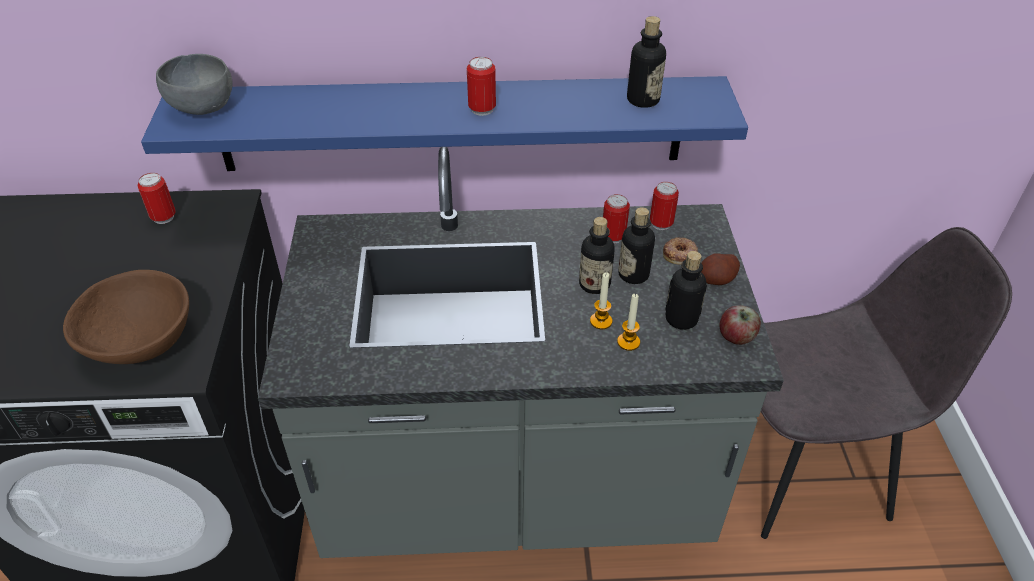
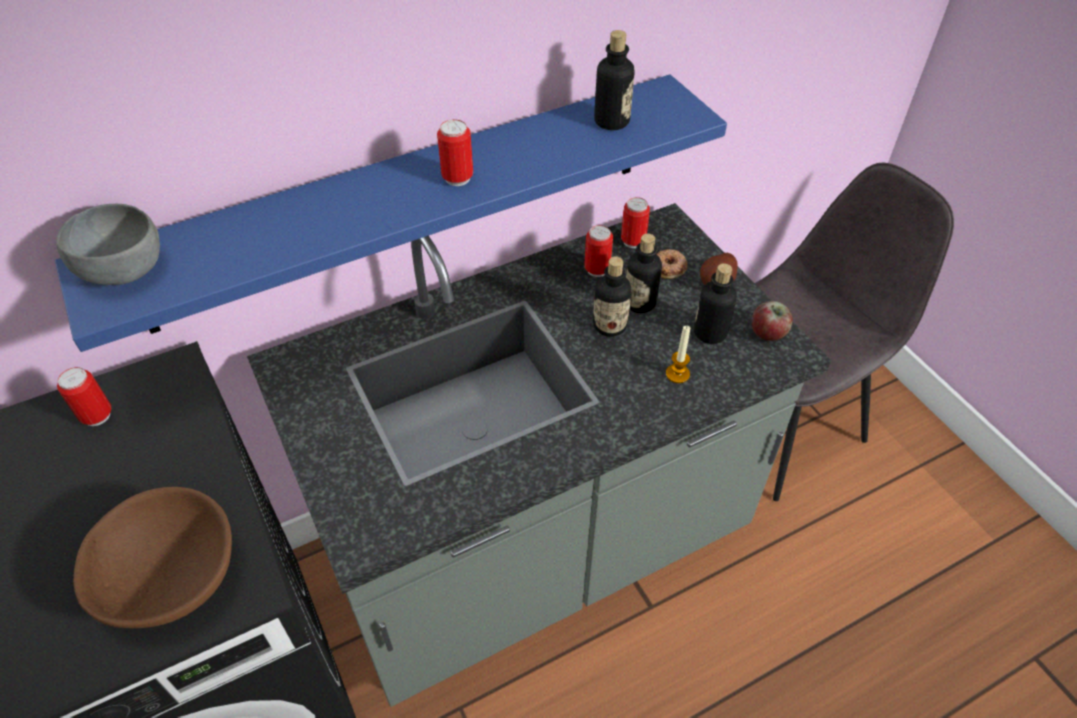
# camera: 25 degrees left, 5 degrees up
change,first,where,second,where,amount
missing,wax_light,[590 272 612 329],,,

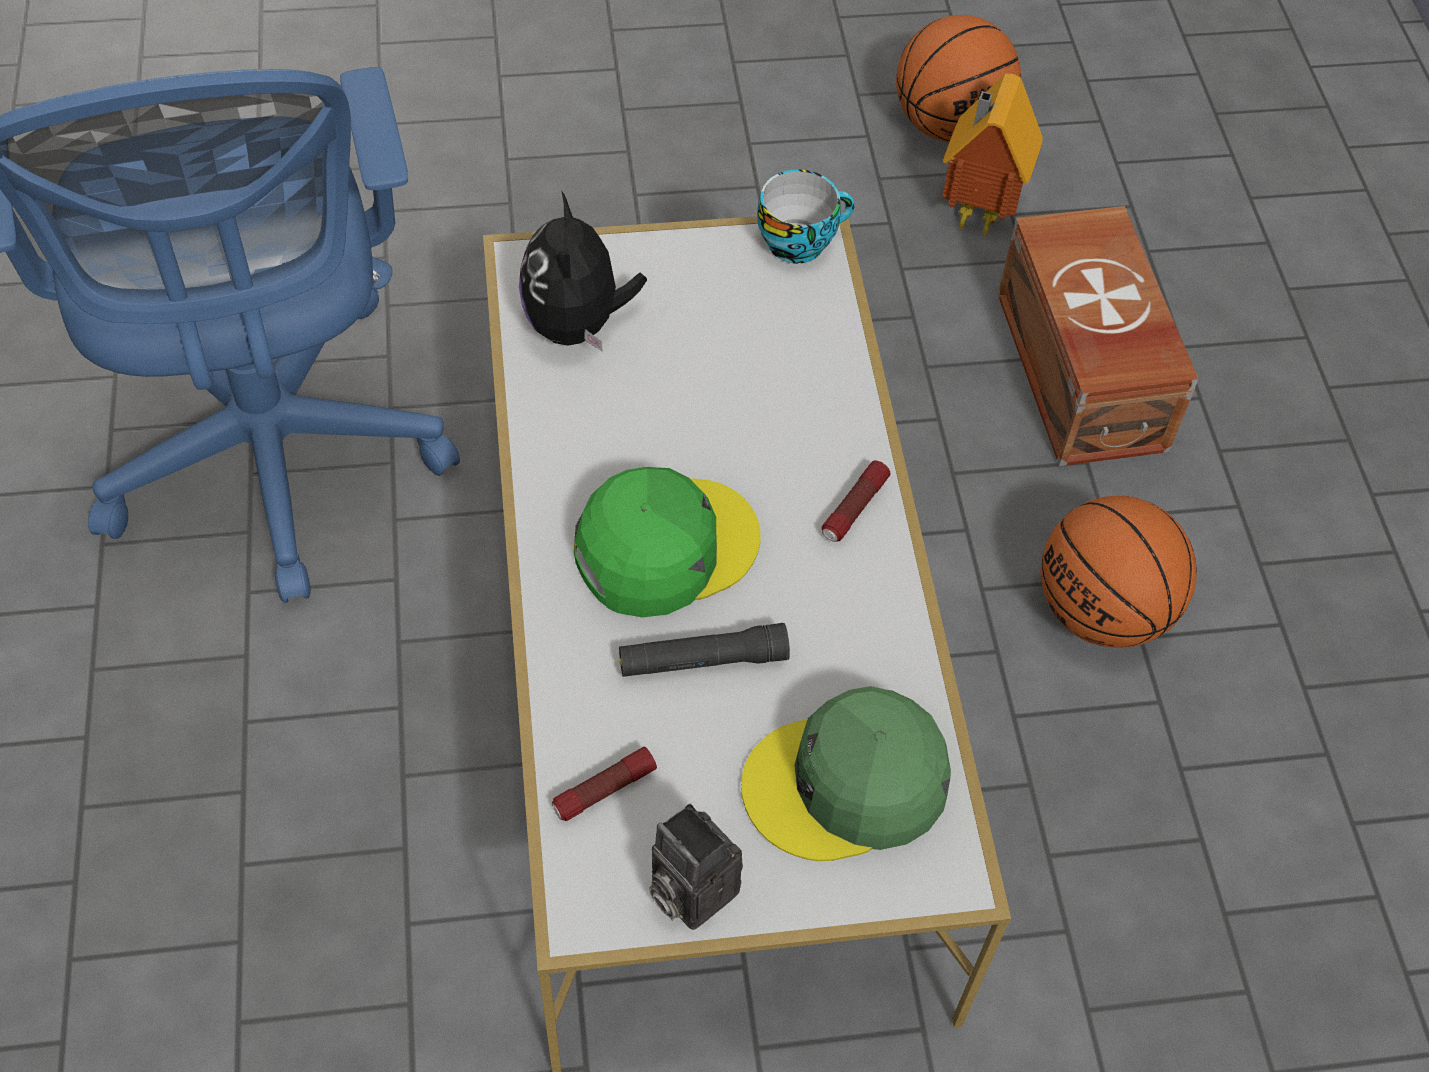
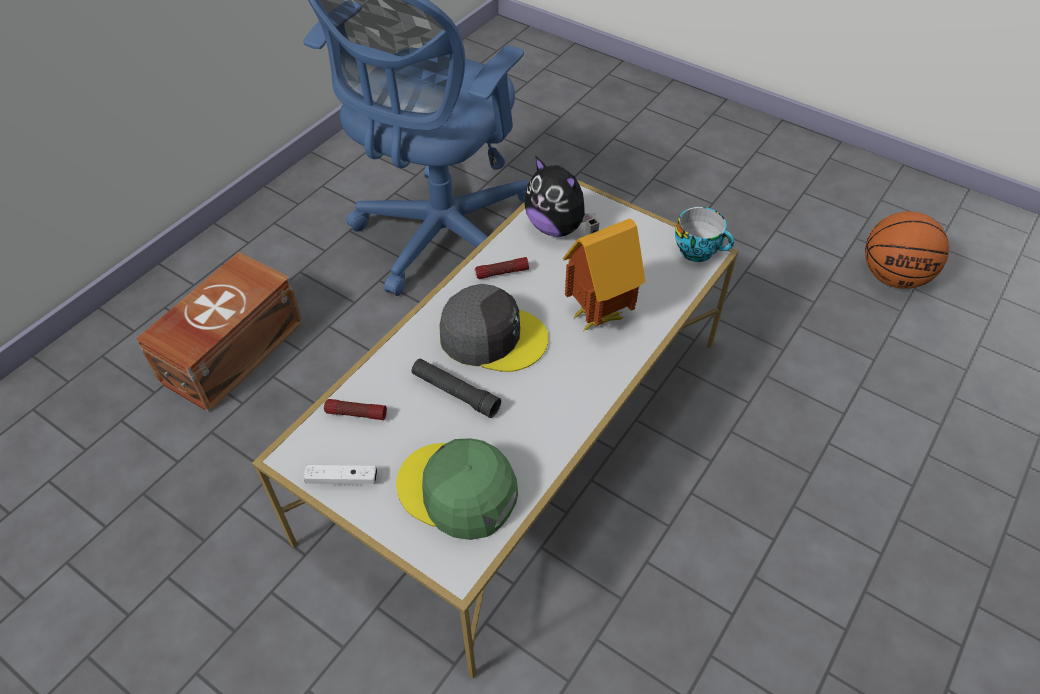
# camera: 45 degrees right, 5 degrees down
change,first,where,second,where,amount
missing,ball_for_basketball,[1040 496 1197 648],,,
relocated,torch,[822 460 891 542],,[475 257 529 279],
relocated,toy_house,[942 74 1043 236],,[563 218 645 331],
relocated,brown_storage_container,[998 206 1199 466],,[136 252 303 412],
exchanged,still_camera,[649 804 743 930],white_joypad,[303 465 377 485],
colour,green-coloured_baseball_cap,[574 467 761 618],grey_baseball_cap,[439 284 549 372],
spun,plush_toy,[519 190 647 352],,[524 156 596 237],90 degrees counterclockwise

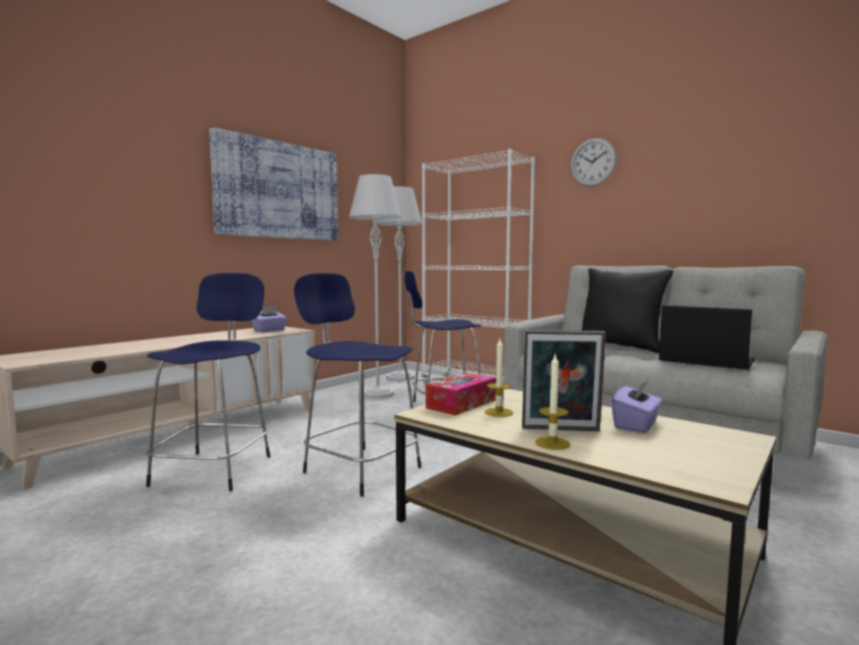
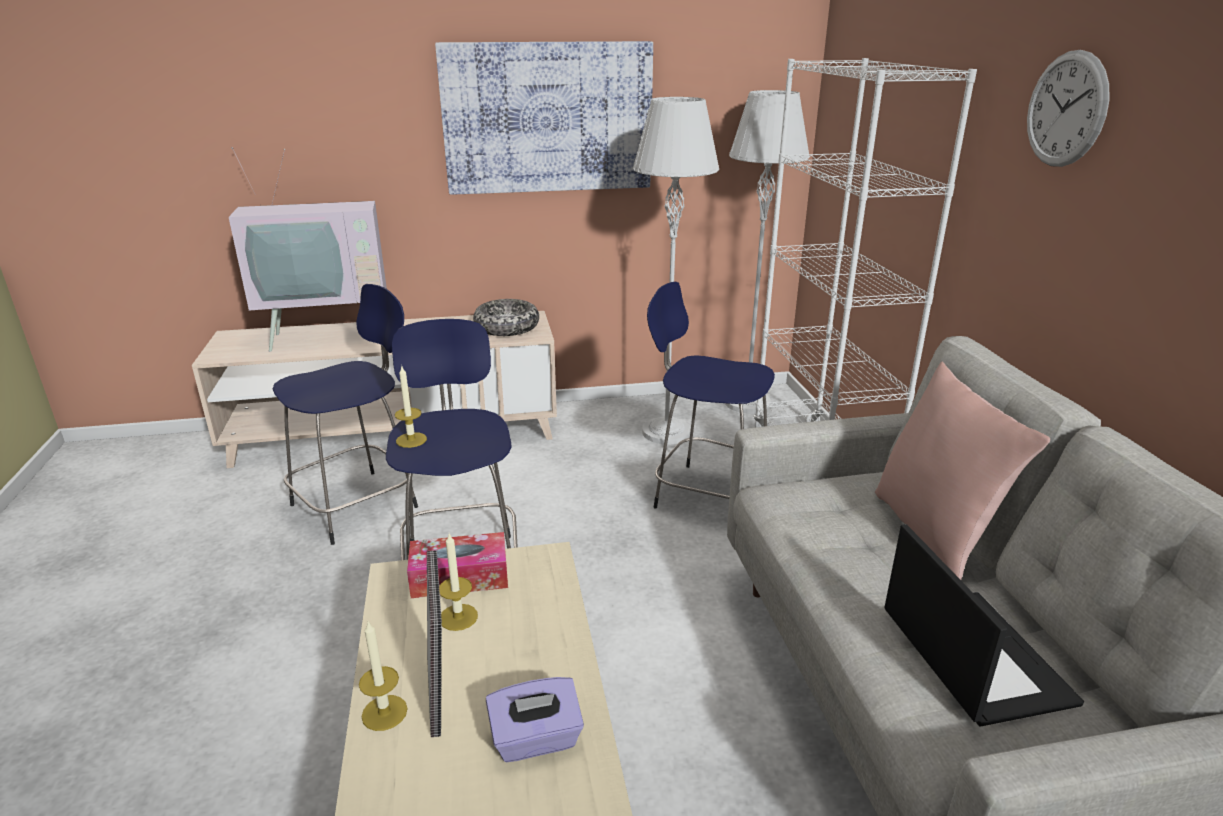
# camera: 40 degrees right, 20 degrees up
change,first,where,second,where,amount
appeared,,,television,[229 147 387 352],
appeared,,,wax_light,[395 366 427 448],
exchanged,purple_tissue_box,[251 306 287 332],deep_dish,[473 299 539 336],
colour,black_cushion,[581 268 673 353],pinkish_cushion,[875 361 1050 580],
spun,photo_frame,[522 330 606 431],,[427 550 442 737],150 degrees counterclockwise

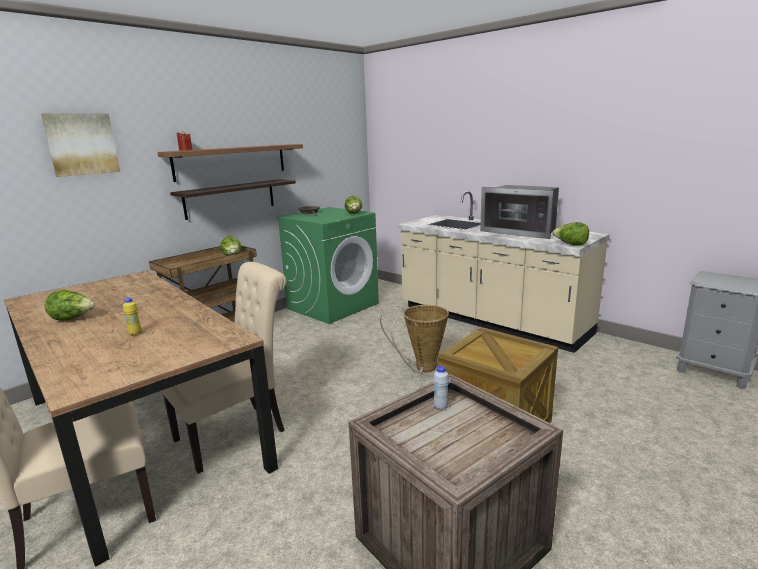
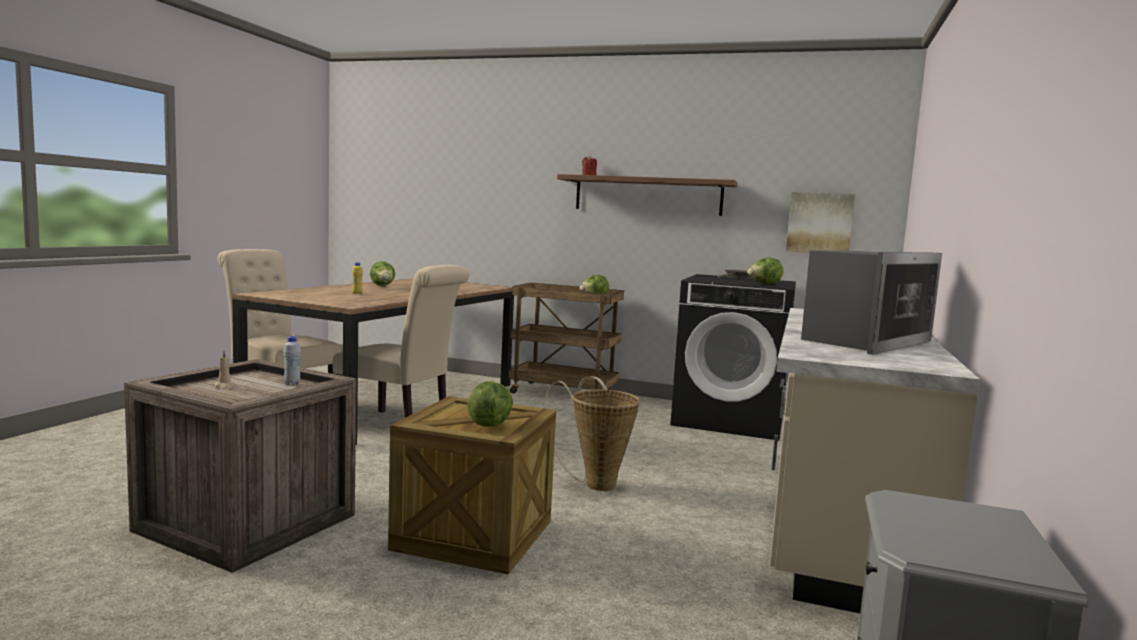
# camera: 65 degrees right, 10 degrees down
change,first,where,second,where,amount
missing,shelf,[170 179 296 220],,,
appeared,,,sand-coloured_wax_light,[214 351 235 389],
relocated,picture,[41 113 120 177],,[786 192 855 253],
relocated,head_of_lettuce,[552 222 589 246],,[467 381 513 427],
colour,green-coloured_washing_machine,[277 207 379 324],black_washing_machine,[670 274 796 441],
spun,microwave,[480 185 559 239],,[801 250 942 355],150 degrees counterclockwise

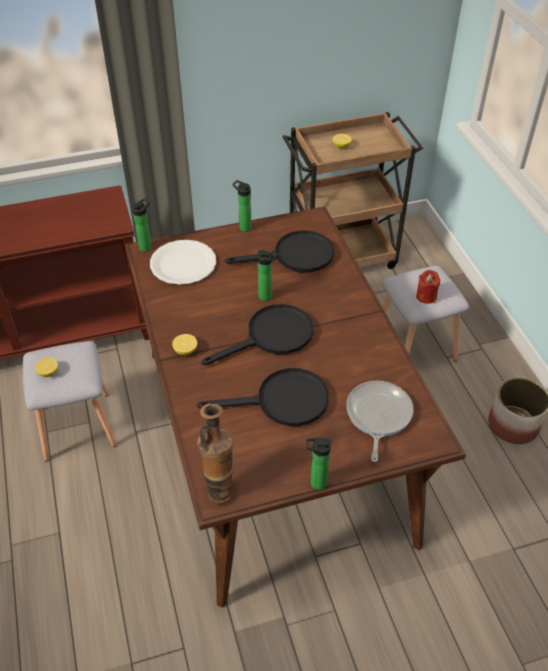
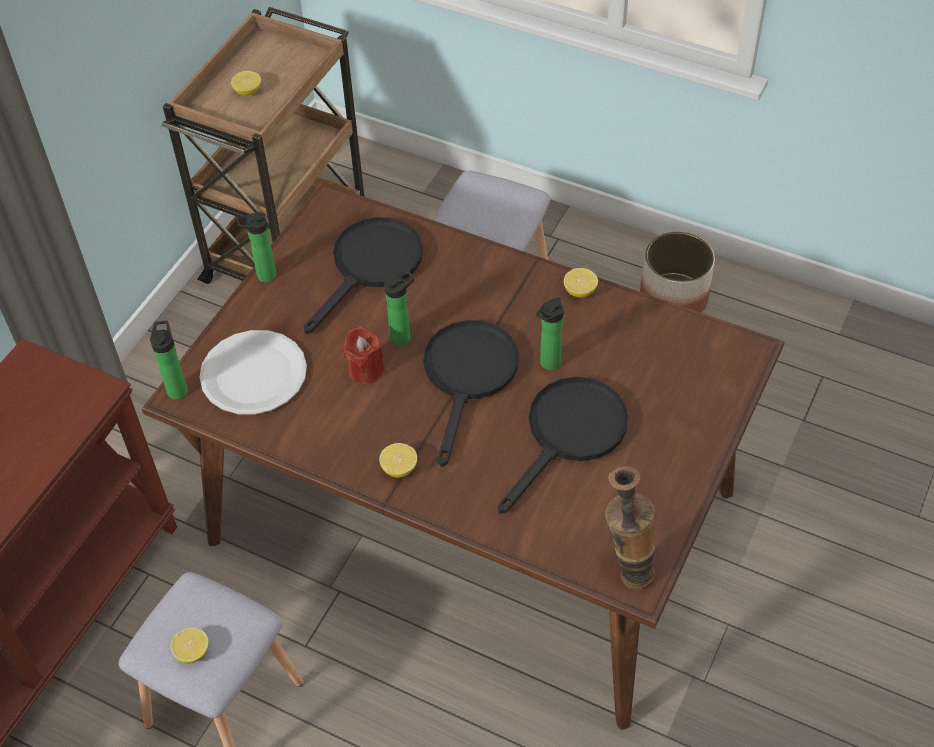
# camera: 45 degrees left, 5 degrees up
change,first,where,second,where,amount
missing,skillet,[346 381 414 462],,,
appeared,,,lemon,[564 268 598 297],
relocated,beverage_bottle,[306 437 332 490],,[536 297 564 370],
relocated,red-coloured_wax_light,[416 270 440 304],,[342 326 385 384],

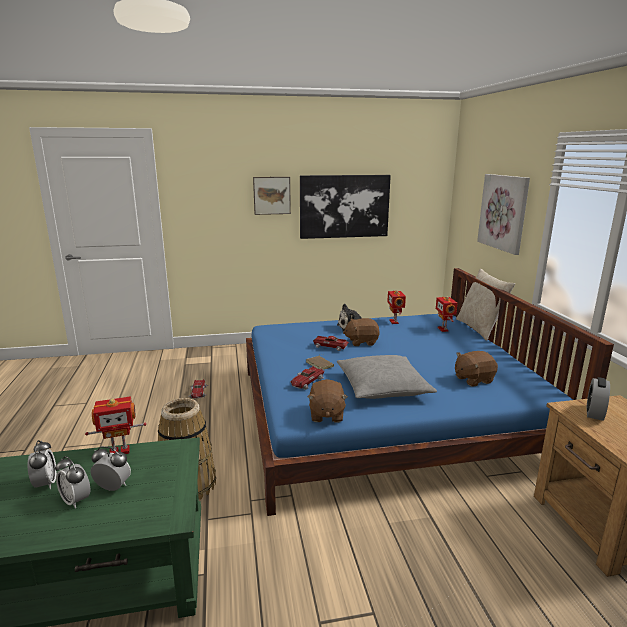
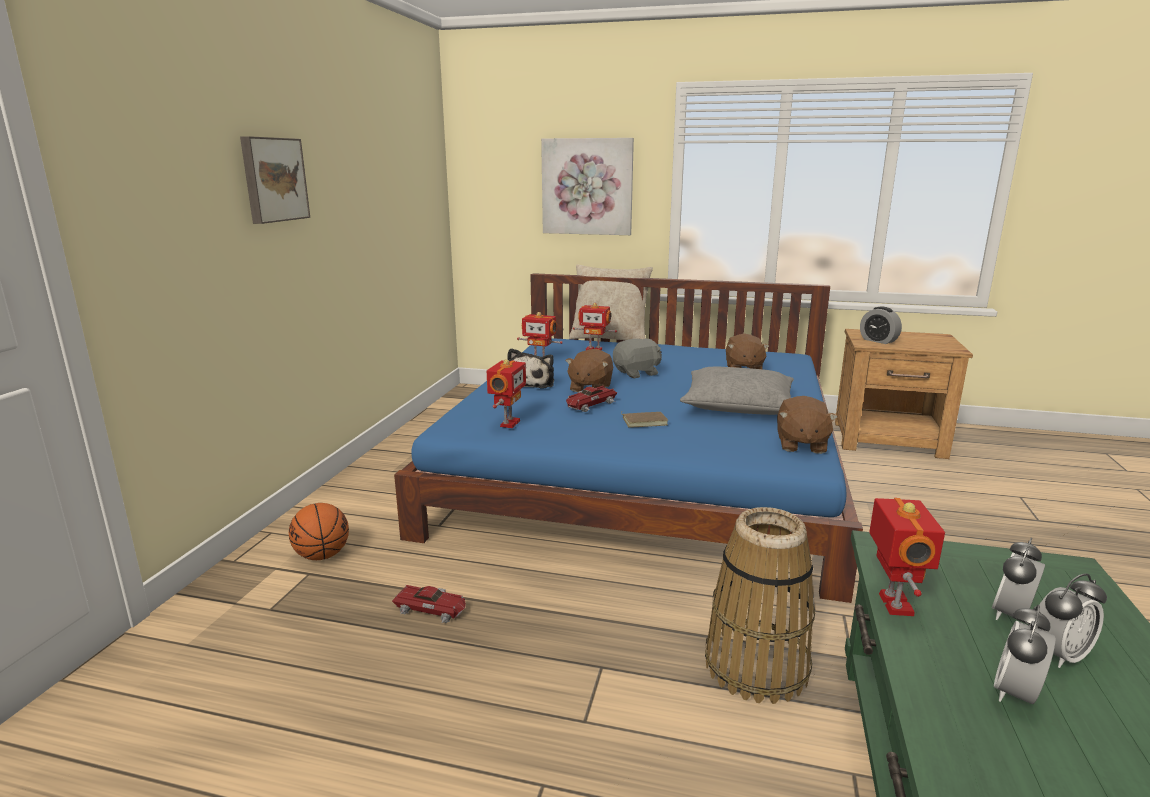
# camera: 65 degrees left, 0 degrees up
change,first,where,second,where,amount
missing,miniature_car,[290 366 324 390],,,
missing,picture,[300 175 391 239],,,
appeared,,,ball_for_basketball,[289 503 349 560],
appeared,,,model_robot,[487 359 526 428],
appeared,,,grey_plush_toy,[613 339 662 378],
spun,alarm_clock,[28 440 57 489],,[994 605 1056 704],60 degrees counterclockwise
spun,brown_plush_toy,[307 379 348 422],,[777 396 838 454],75 degrees clockwise

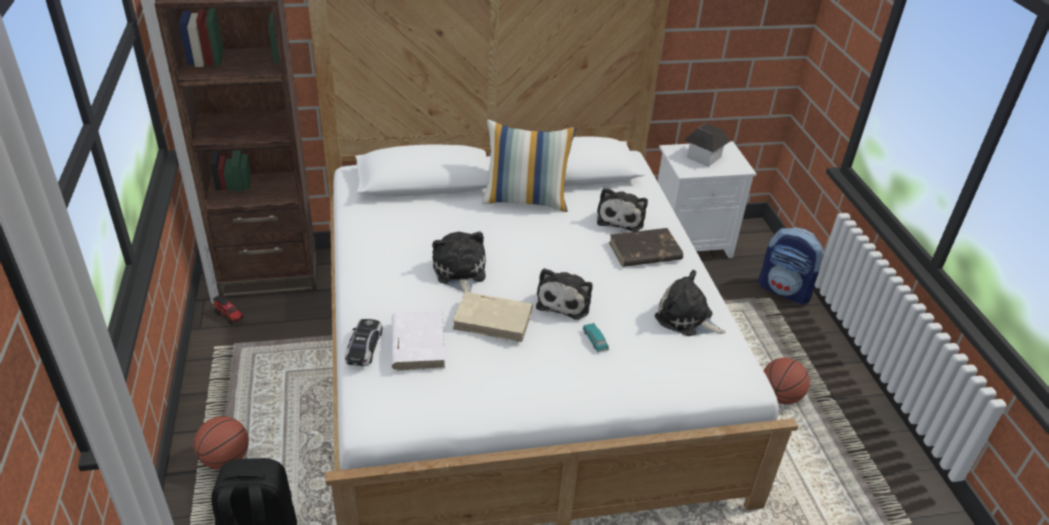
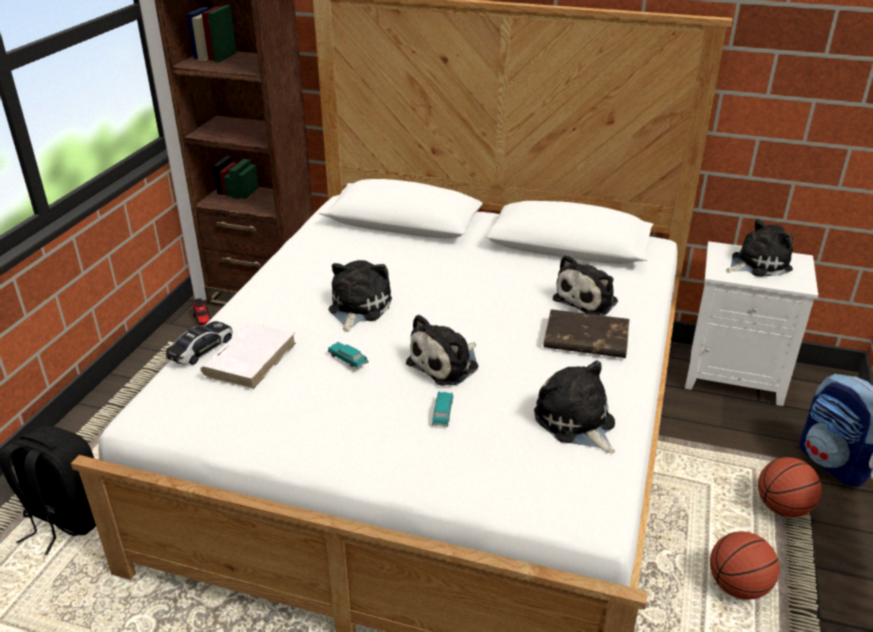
# camera: 30 degrees right, 5 degrees down
change,first,where,second,where,amount
missing,cushion,[482 120 576 212],,,
relocated,ball_for_basketball,[193 416 249 469],,[758 457 822 517],
exchanged,sand-coloured_bound_book,[453 292 533 342],miniature_car,[328 342 369 369],
exchanged,toy_house,[684 123 730 167],plush_toy,[726 219 793 277],

